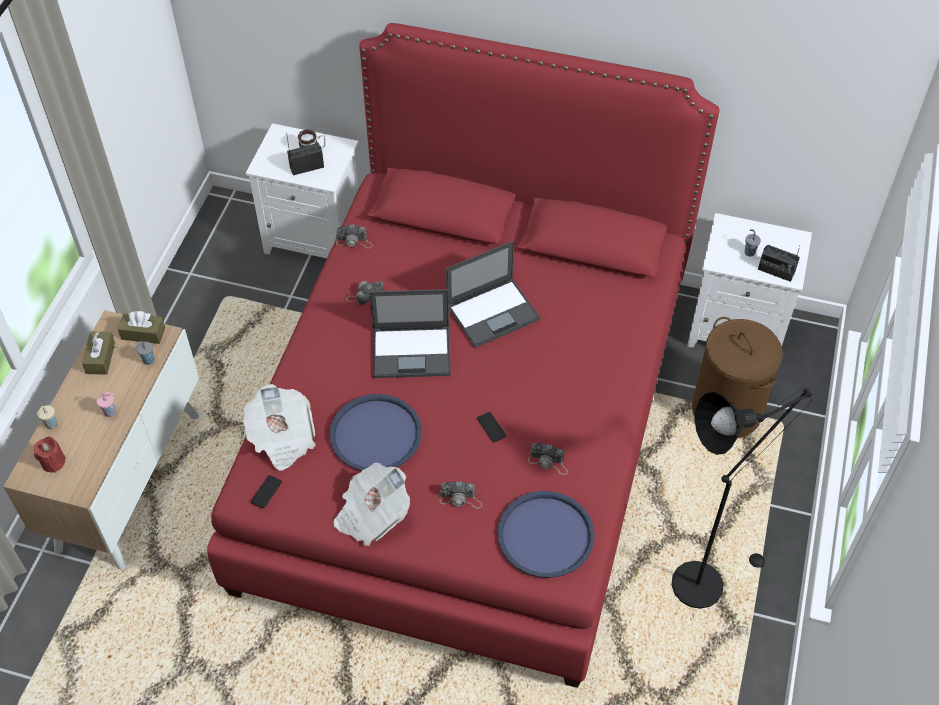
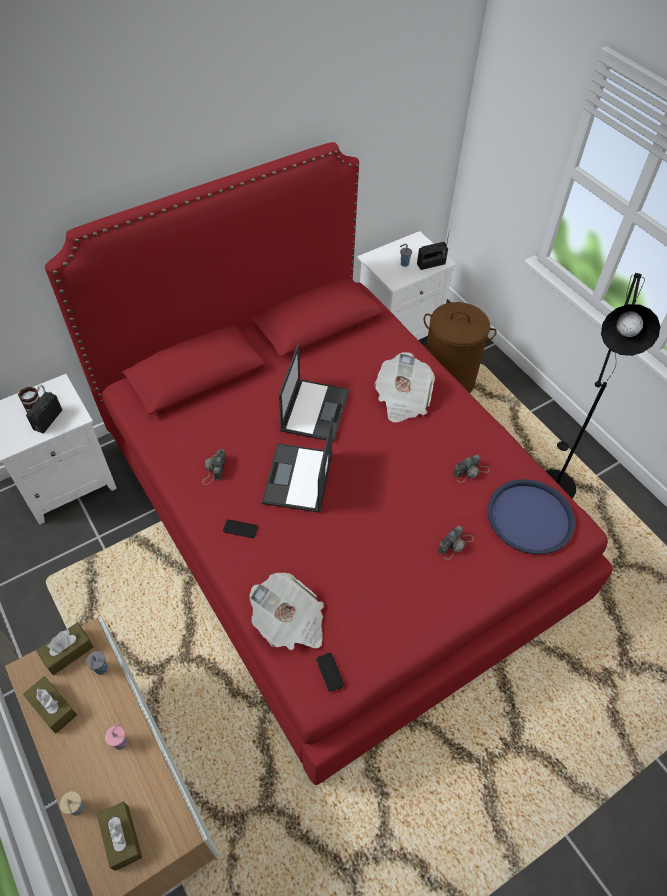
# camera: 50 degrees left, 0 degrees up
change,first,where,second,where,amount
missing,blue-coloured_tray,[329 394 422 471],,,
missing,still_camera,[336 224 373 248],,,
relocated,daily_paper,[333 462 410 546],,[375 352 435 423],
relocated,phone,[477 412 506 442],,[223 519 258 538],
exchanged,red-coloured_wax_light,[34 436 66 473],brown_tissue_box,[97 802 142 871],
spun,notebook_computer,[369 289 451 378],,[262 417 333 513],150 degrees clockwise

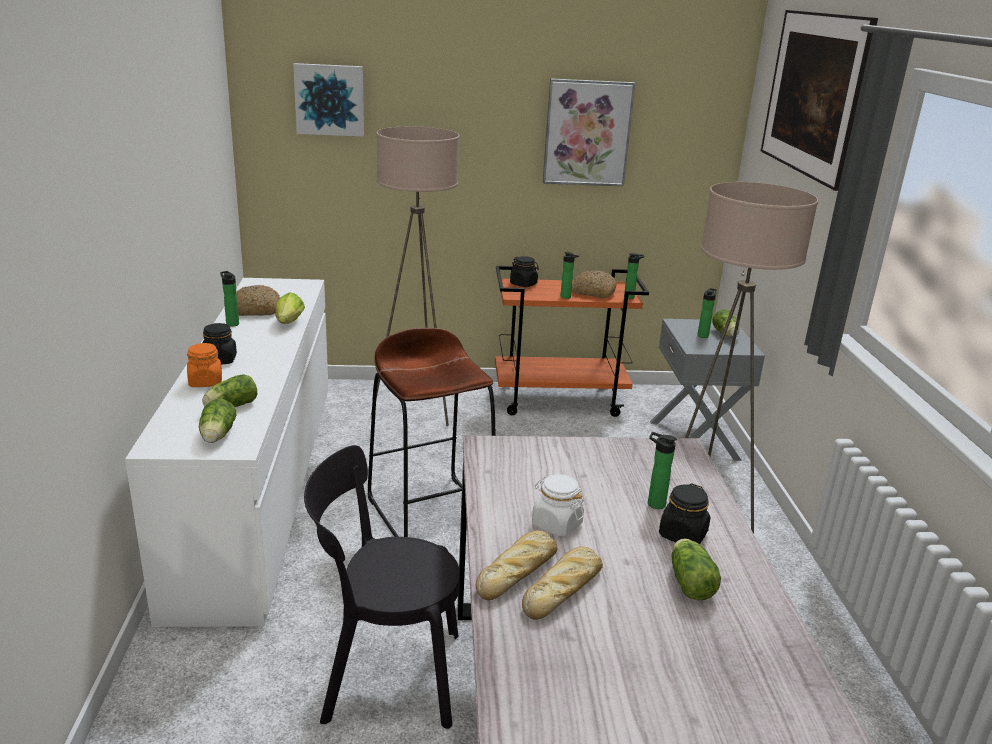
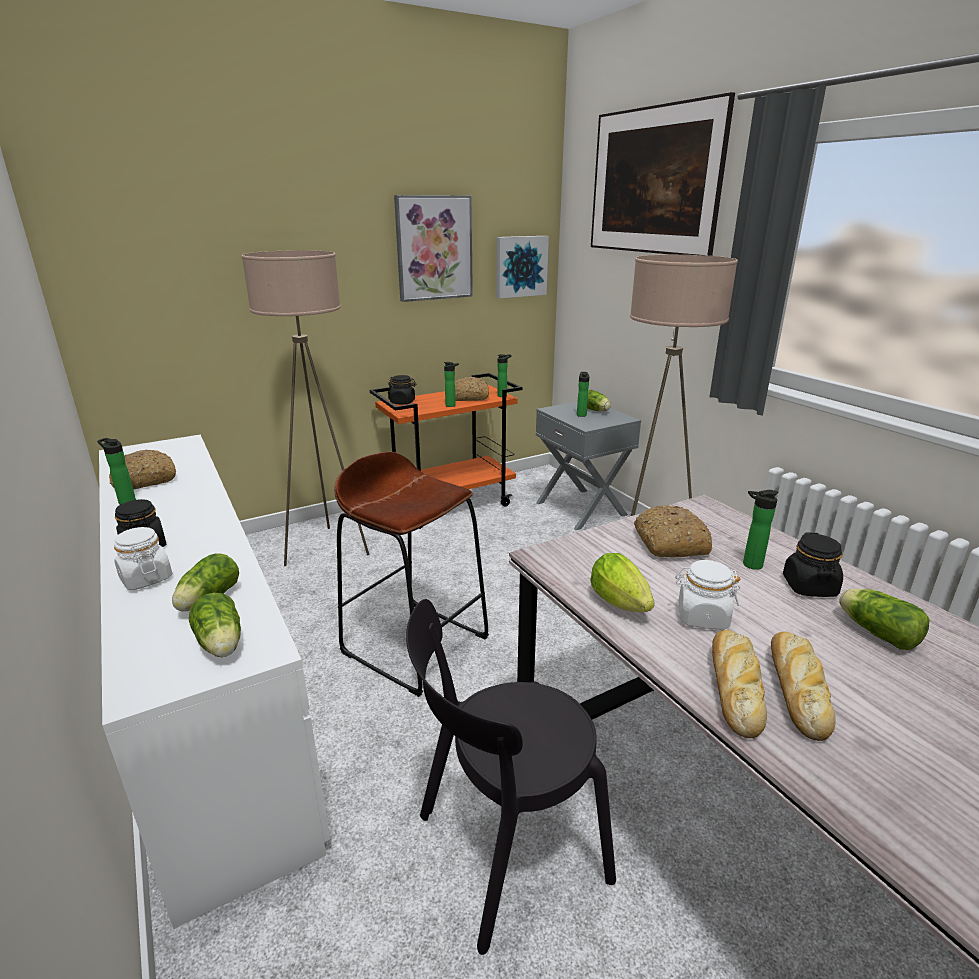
# camera: 25 degrees left, 0 degrees up
change,first,where,second,where,amount
appeared,,,baked_bread,[634 505 712 558],
relocated,head_of_lettuce,[275 292 305 324],,[590 553 655 612],
relocated,picture,[293 63 364 137],,[496 236 549 298],
colour,orange-coloured_preserve_jar,[187 343 222 387],white_preserve_jar,[114 527 172 590],

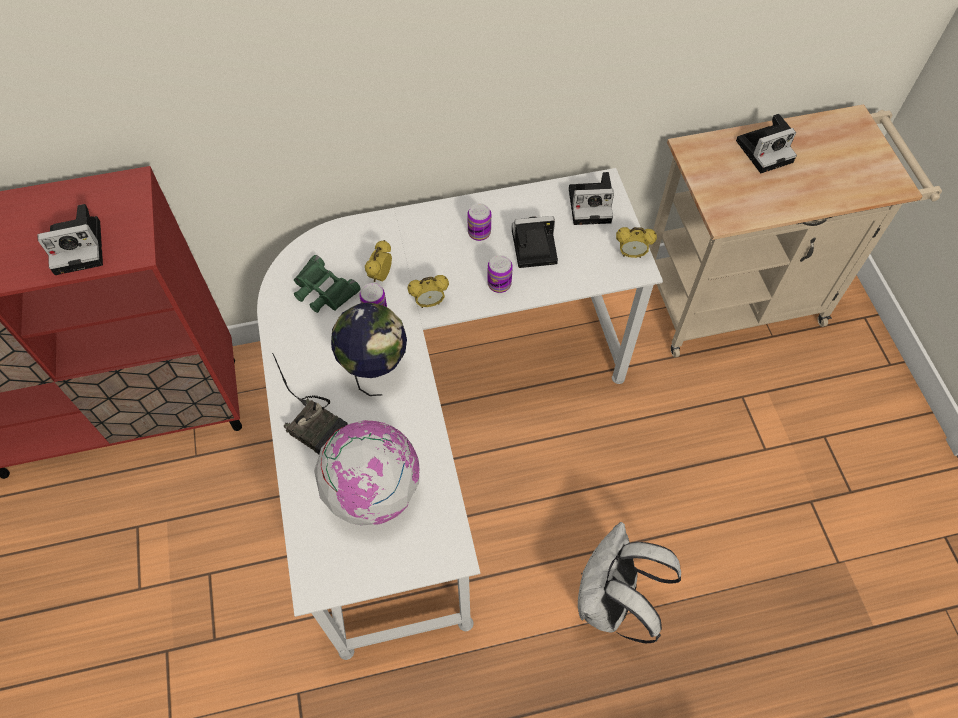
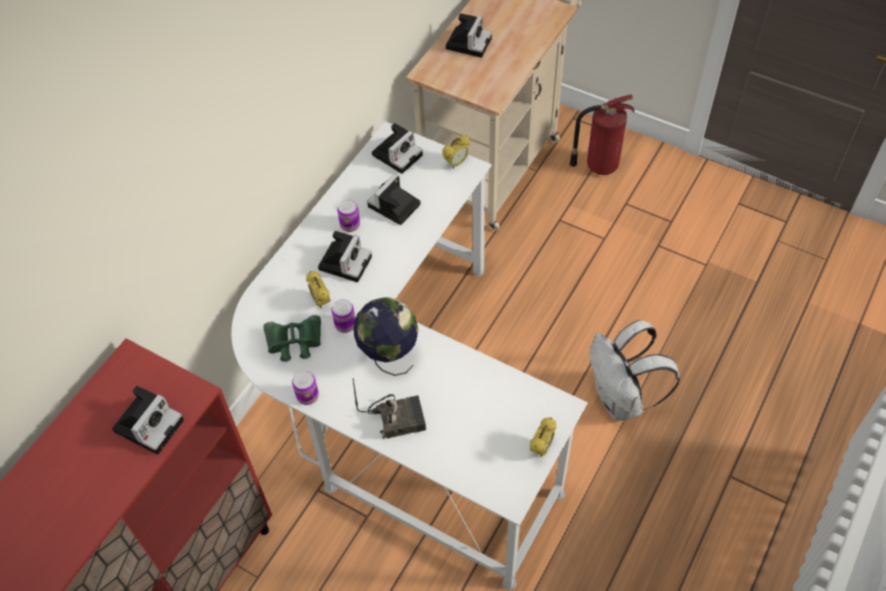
# camera: 45 degrees left, 5 degrees down
change,first,where,second,where,amount
missing,globe,[314 421 420 526],,,
appeared,,,still_camera,[318 231 372 282],
appeared,,,fire-fighting_cylinder,[569 94 635 175],
relocated,alarm_clock,[407 275 449 308],,[530 418 556 457],
relocated,can,[487 255 513 293],,[292 371 319 405],

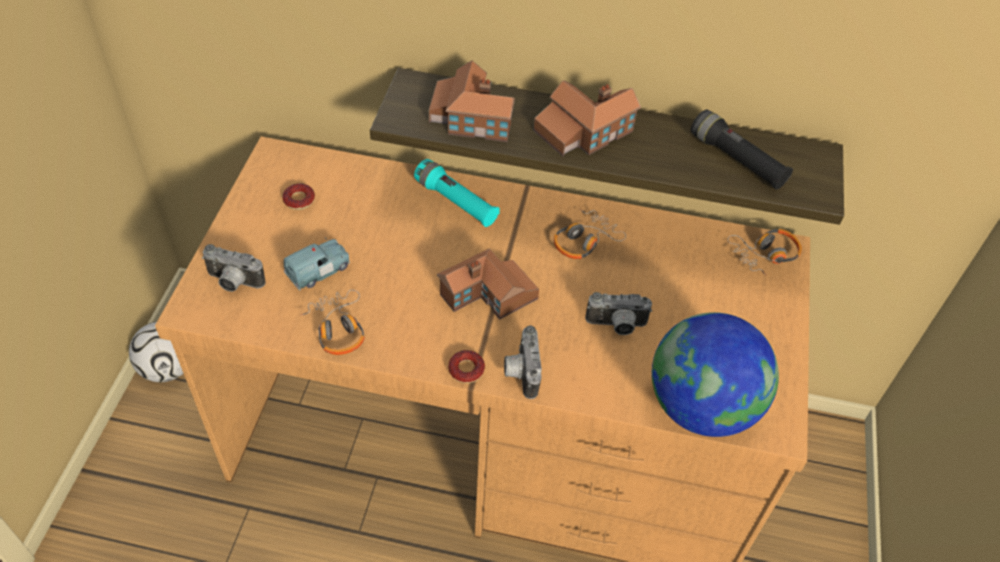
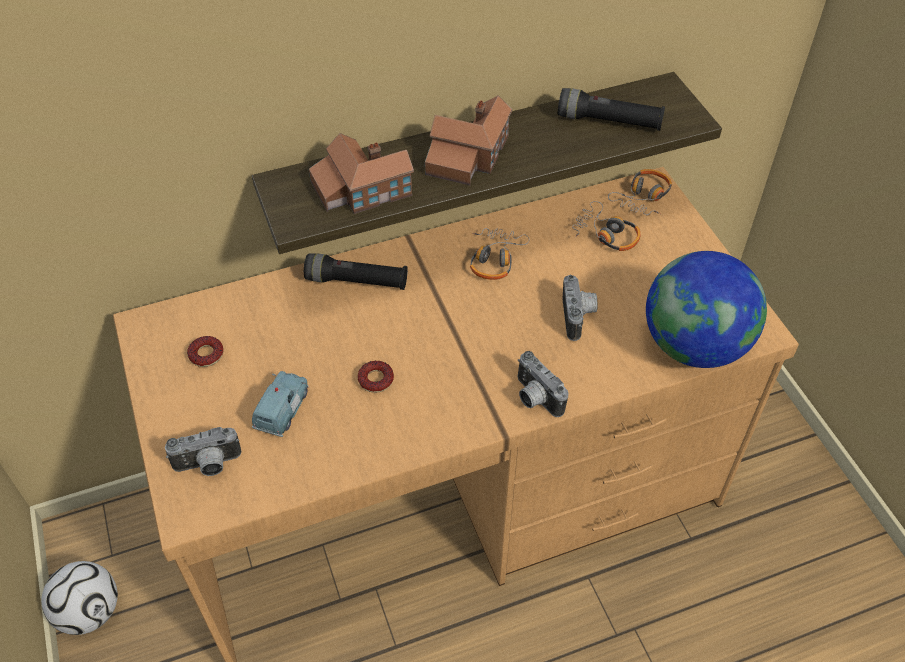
# camera: 30 degrees left, 0 degrees up
change,first,where,second,where,amount
missing,toy_house,[437 248 539 320],,,
relocated,pair_of_headphones,[300 290 365 355],,[572 201 640 251],
relocated,doughnut,[448 350 485 383],,[358 361 394 393],
colour,turquoise_torch,[414 159 500 227],black_torch,[304 253 408 290],
spun,still_camera,[585 292 652 335],,[562 275 597 341],60 degrees counterclockwise

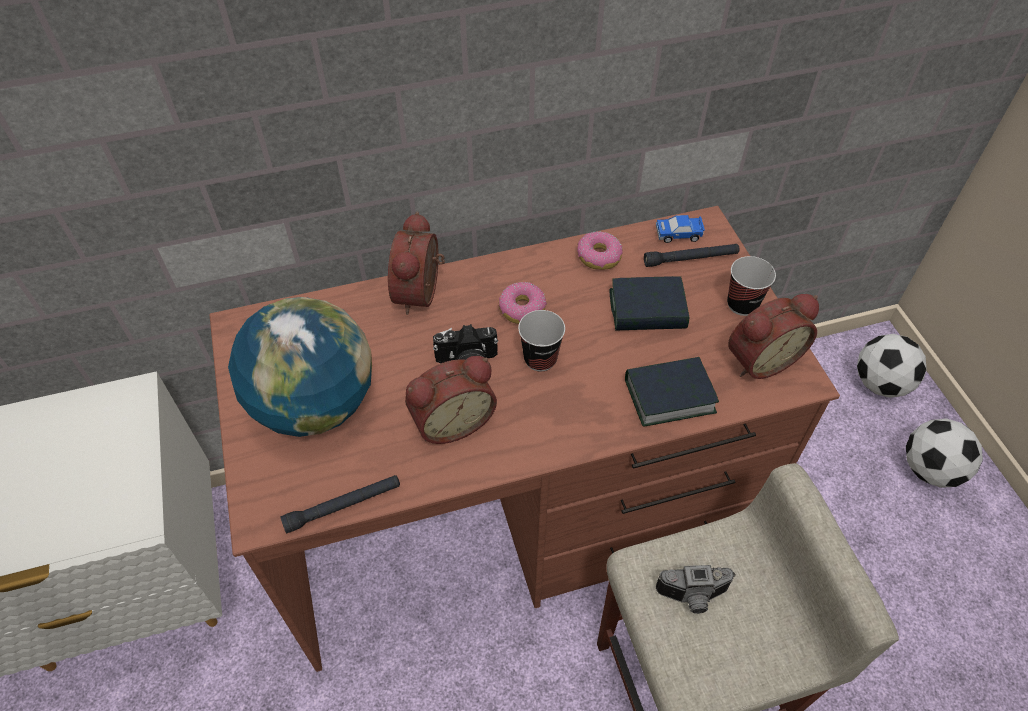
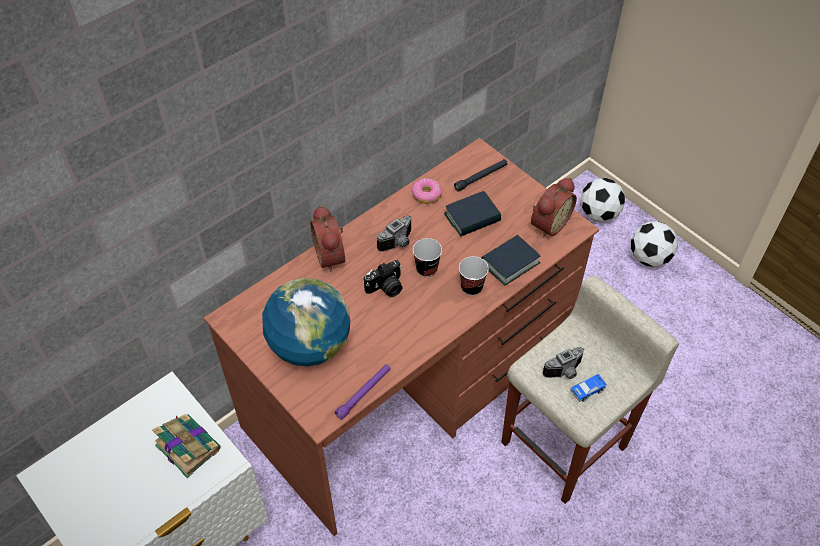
# camera: 25 degrees left, 0 degrees up
change,first,where,second,where,amount
missing,alarm_clock,[405 356 497 444],,,
appeared,,,bound_book,[152 414 221 478],
relocated,miniature_car,[656 215 705 243],,[570 374 606 402],
relocated,drinking_cup,[727 256 776 316],,[459 256 489 296],
exchanged,doughnut,[499 282 547 324],still_camera,[377 215 411 252],
colour,black_torch,[281 475 400 533],purple_torch,[335 364 391 420],

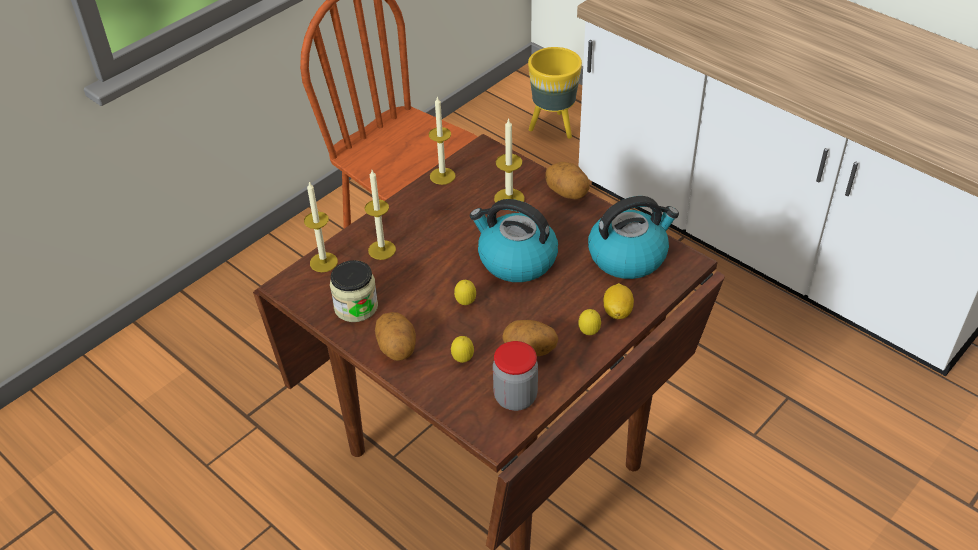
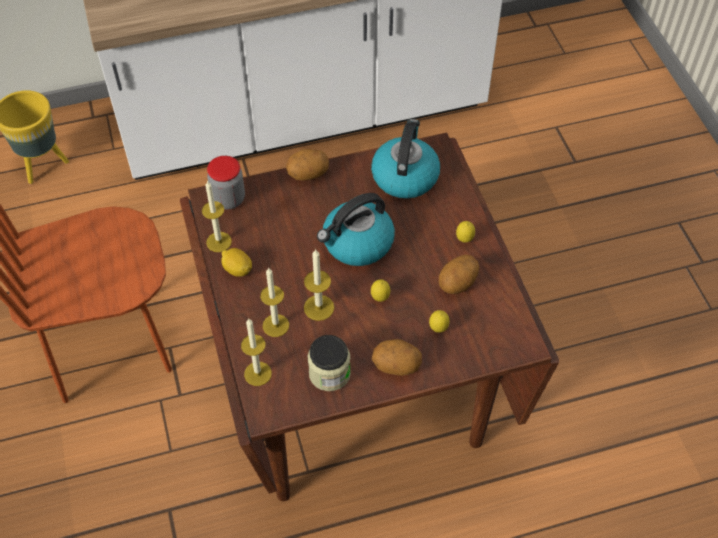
# camera: 60 degrees left, 10 degrees up
change,first,where,second,where,amount
relocated,preserve_jar,[493 341 538 411],,[207 156 245 209],
relocated,wax_light,[494 118 525 203],,[304 249 334 321],
relocated,lemon,[603 283 634 319],,[221 248 252 277],

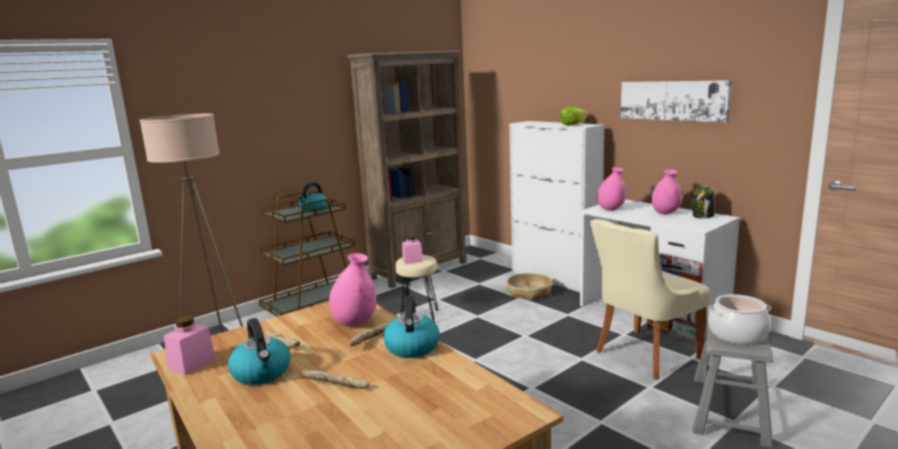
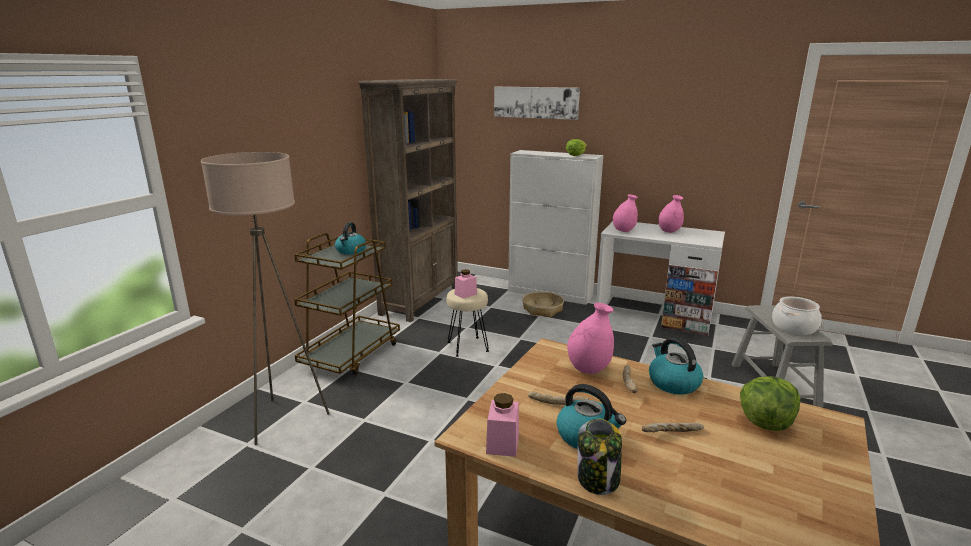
# camera: 25 degrees left, 5 degrees up
change,first,where,second,where,amount
missing,sand-coloured_plain_chair,[590 219 710 380],,,
appeared,,,head_of_lettuce,[740 376 800 431],
relocated,picture,[621 80 732 122],,[494 87 580 120],
relocated,preserve_jar,[693 185 715 219],,[577 419 622 495],

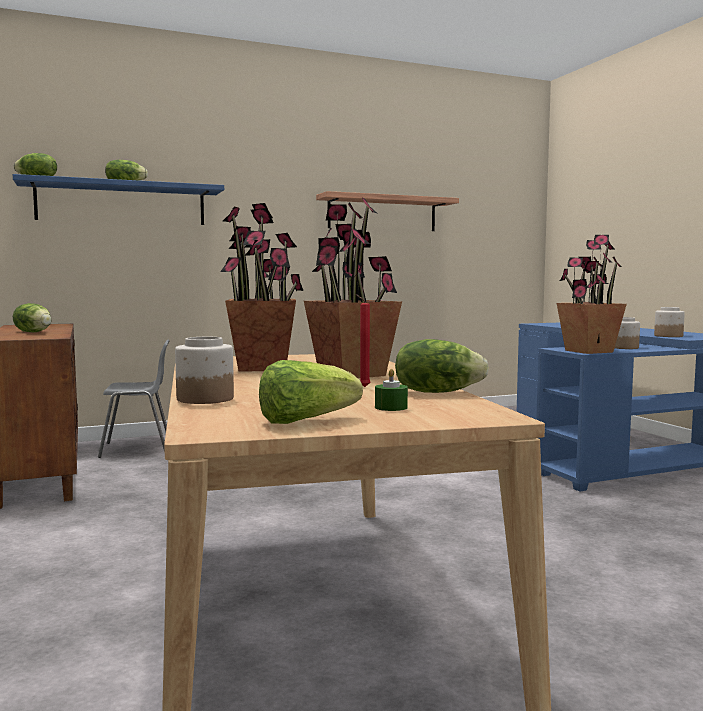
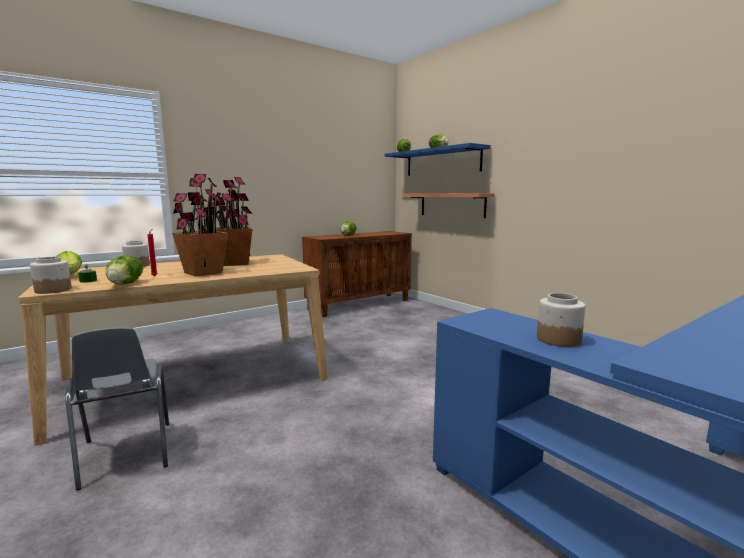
# camera: 75 degrees right, 5 degrees up
change,first,where,second,where,amount
missing,potted_plant,[557 235 627 354],,,
relocated,grey_plain_chair,[98 339 170 458],,[65 327 169 490],
relocated,shelf,[316 191 459 231],,[403 193 495 218],
relocated,preserve_jar,[654 307 685 337],,[30 257 72 294],

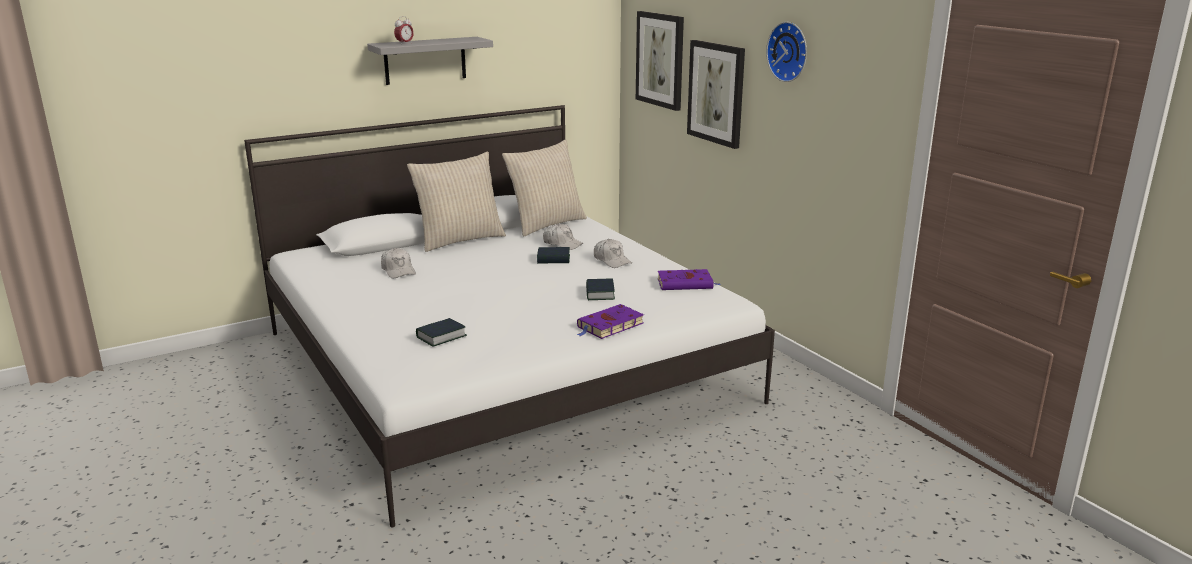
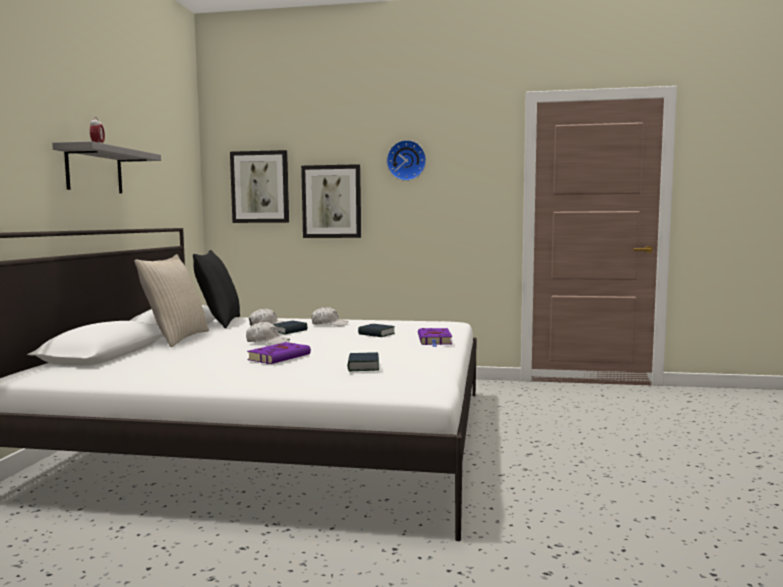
# camera: 50 degrees left, 15 degrees down
change,first,where,second,where,amount
relocated,white_baseball_cap,[381 248 416 279],,[246 321 290 345],
relocated,purple_bound_book,[657 269 720 290],,[247 342 311 364],
colour,sand-coloured_cushion,[502 140 587 236],black_cushion,[193 250 240 328],

